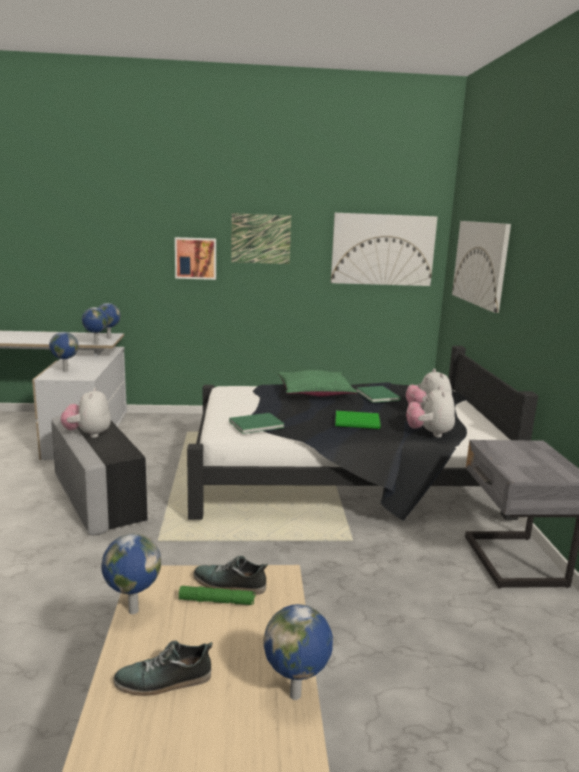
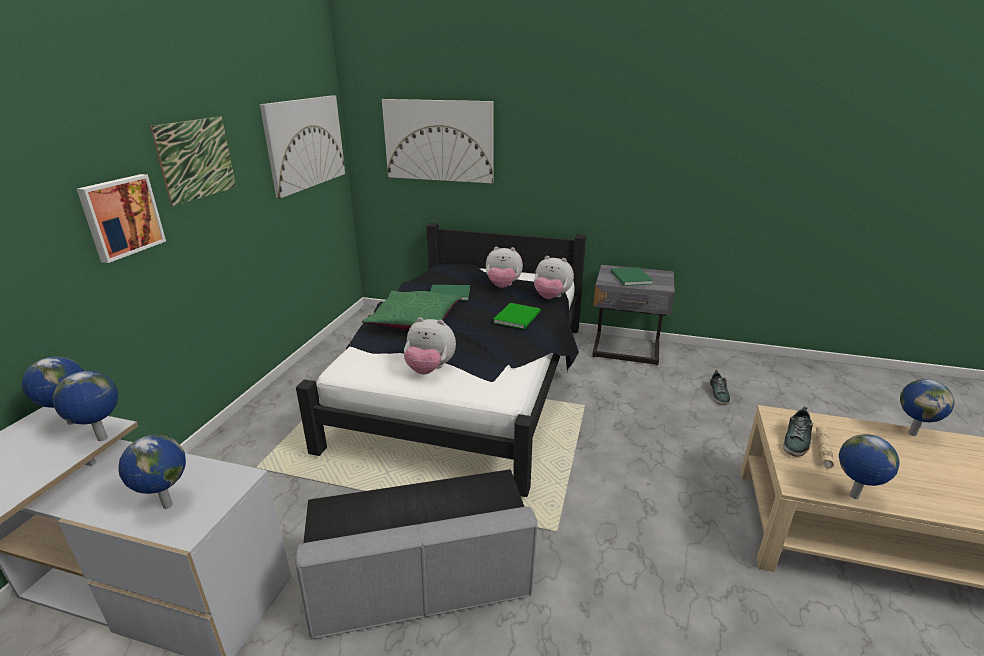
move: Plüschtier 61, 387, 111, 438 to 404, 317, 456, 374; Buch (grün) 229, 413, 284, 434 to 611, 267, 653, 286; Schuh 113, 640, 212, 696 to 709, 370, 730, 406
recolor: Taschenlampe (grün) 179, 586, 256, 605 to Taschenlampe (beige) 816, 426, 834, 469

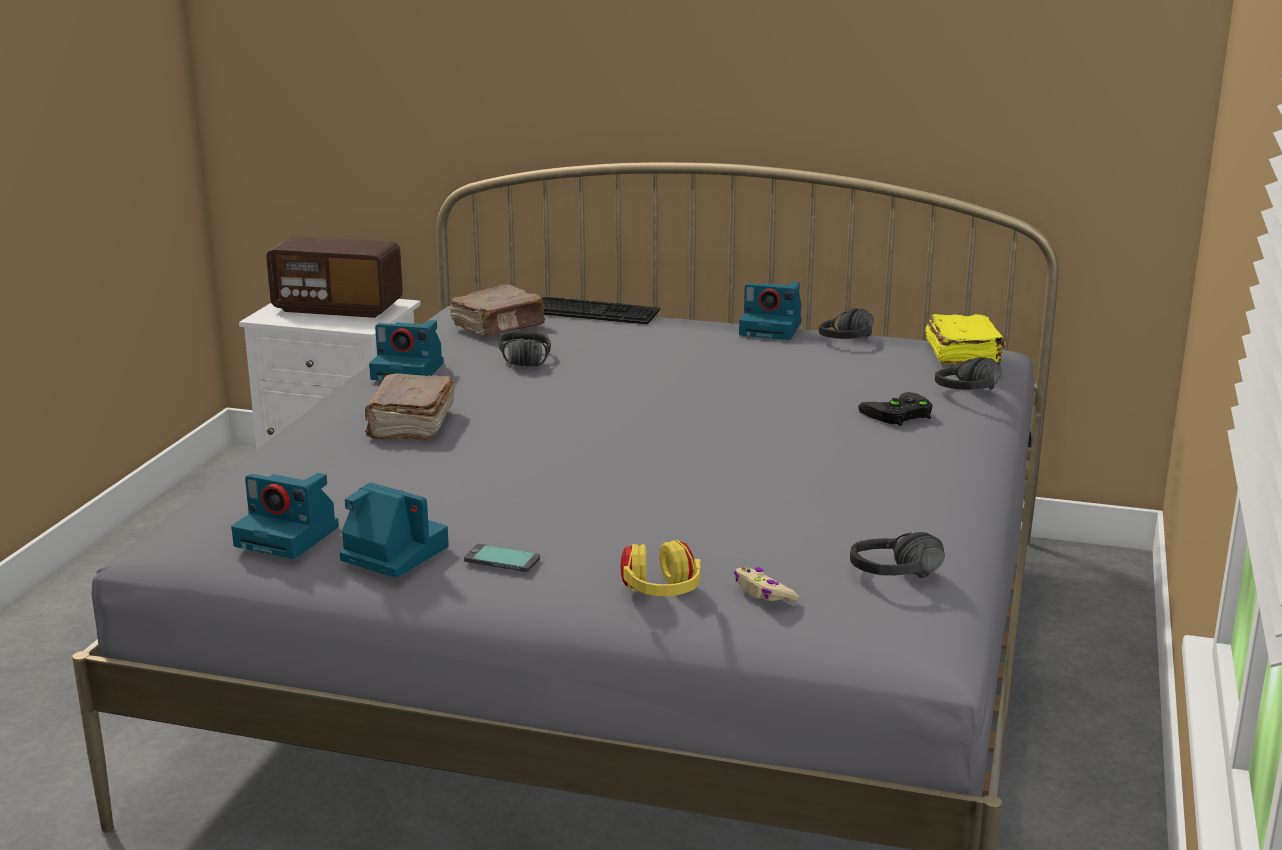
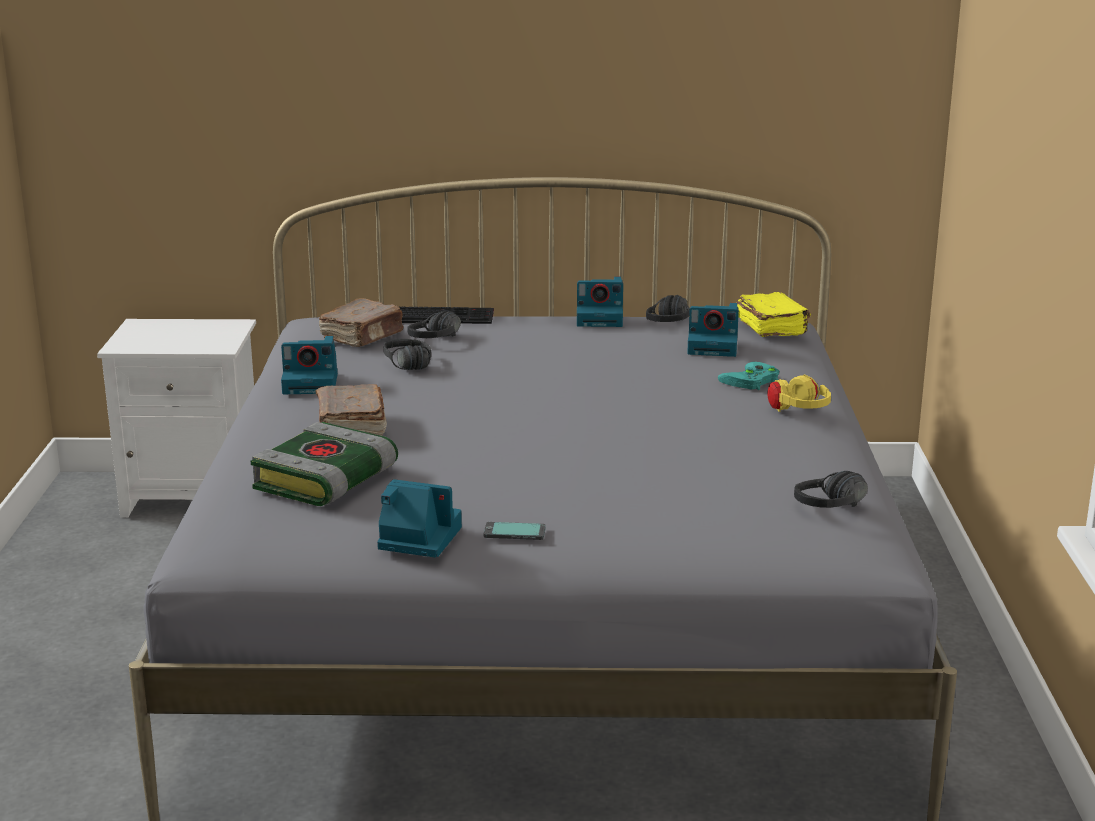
delete: Radio 266, 236, 403, 318; Gamepad (beige) 734, 567, 799, 602
insert: Buch 251, 422, 398, 506
move: Kopfhörer (schwarz) 935, 357, 1002, 390 to 408, 311, 461, 338; Kamera 231, 473, 339, 559 to 687, 303, 739, 357; Kopfhörer (gelb) 621, 540, 701, 596 to 767, 374, 831, 412
recolor: Gamepad (schwarz) 858, 392, 933, 426 to Gamepad (türkis) 718, 362, 779, 390

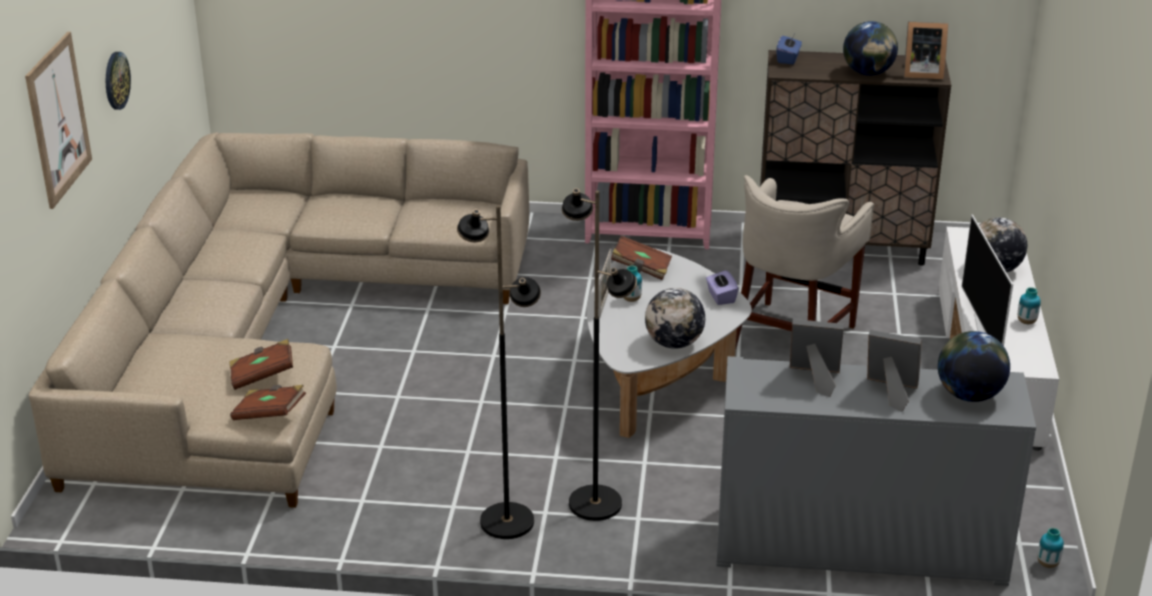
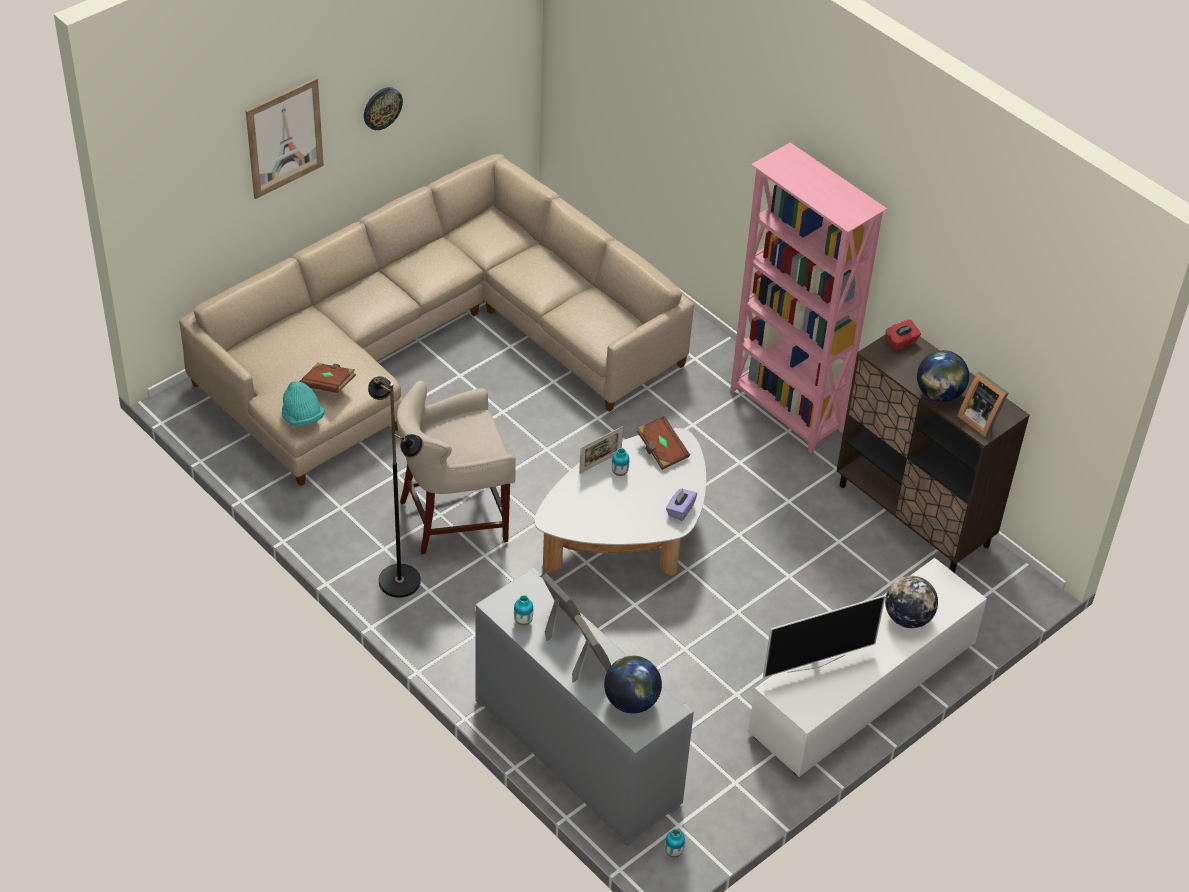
delete: Stehlampe (schwarz) 562, 188, 637, 521; Globus 645, 288, 705, 349
move: Hocker (beige) 736, 175, 874, 348 to 397, 381, 516, 555; Vase 1018, 287, 1041, 324 to 514, 595, 533, 626
replace: Buch (braun) 230, 385, 306, 420 to Hut (türkis) 282, 381, 325, 426
recolor: Taschentuchbox (blau) 776, 34, 802, 64 to Taschentuchbox (rot) 885, 320, 921, 350
rotate: Fernseher 961, 214, 1013, 346 = 763, 595, 886, 678 150 degrees counterclockwise

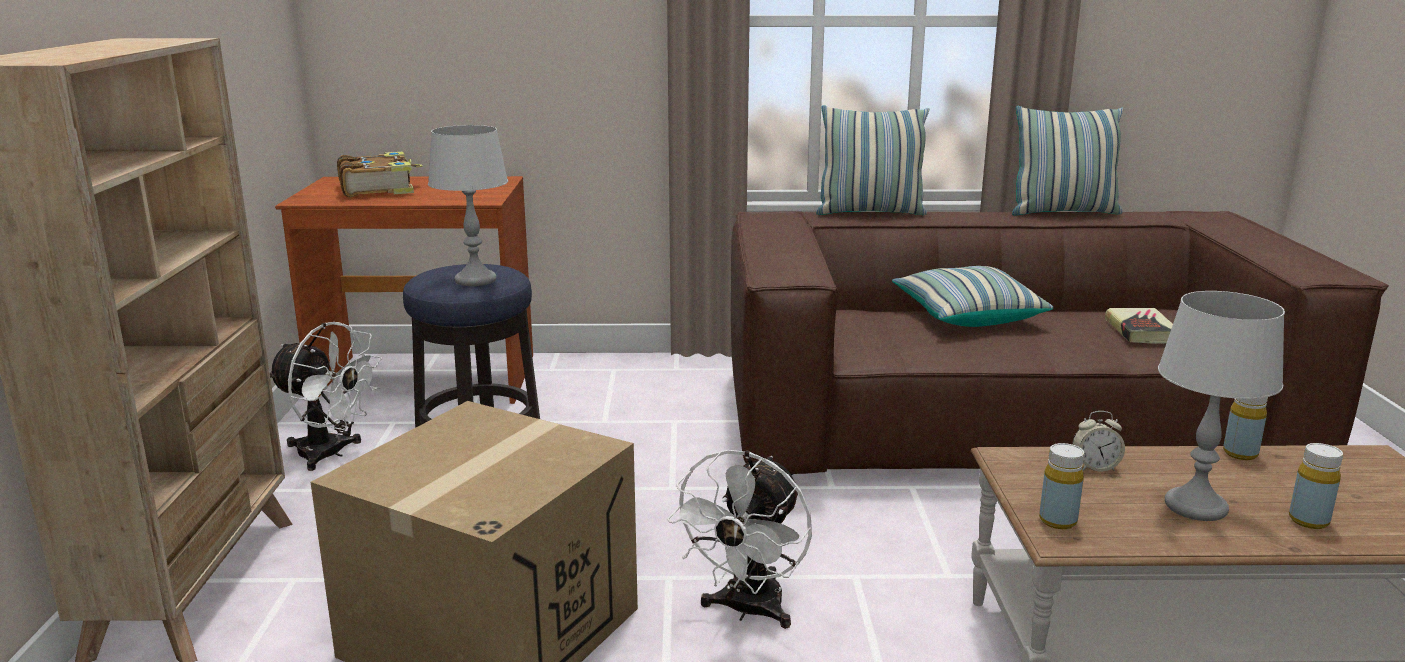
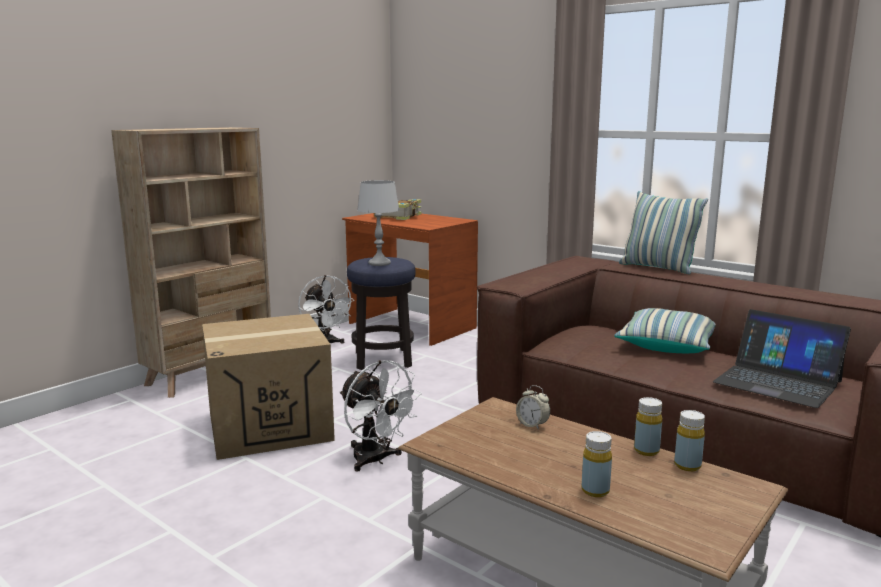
delete: Kissen 1012, 106, 1123, 216; Tischlampe (grau) 1158, 291, 1285, 521
move: Flasche (gelb) 1039, 443, 1084, 529 to 674, 410, 705, 471
replace: Buch 1105, 308, 1173, 344 to Laptop 713, 309, 851, 408
rotate: Ventilator (weiß) 667, 450, 812, 629 = 340, 360, 422, 472 105 degrees counterclockwise

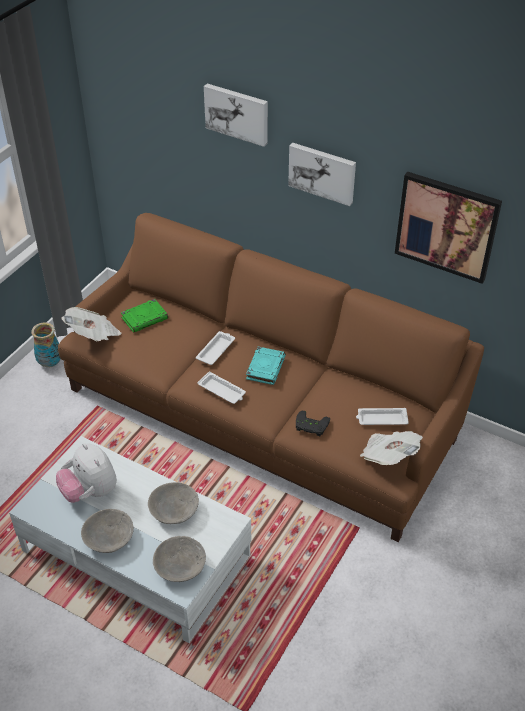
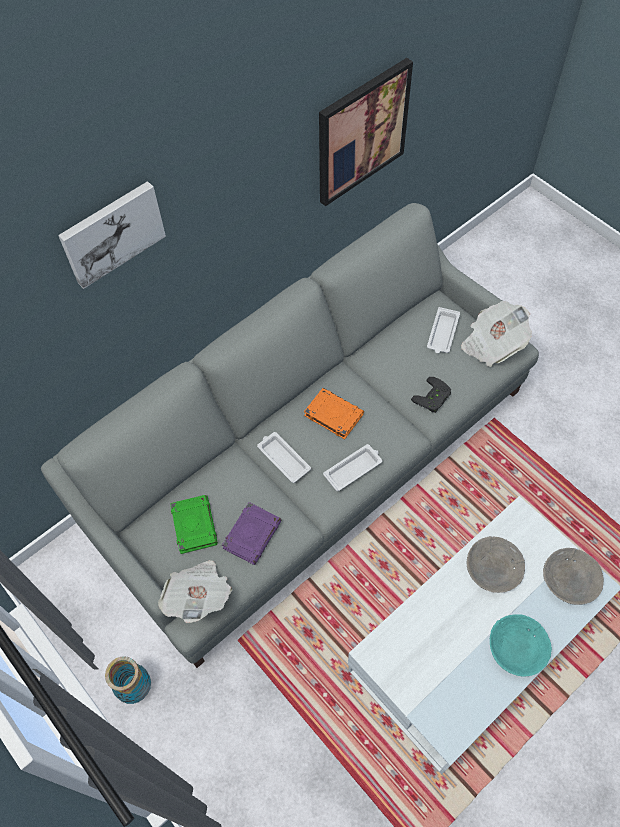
delete: Plüschtier 56, 443, 117, 503; Bild 288, 143, 356, 206
insert: Buch (lila) 222, 502, 282, 565
recolor: Sofa (braun) 58, 213, 484, 542 to Sofa (grau) 41, 203, 539, 668; Buch (türkis) 246, 347, 286, 385 to Buch (orange) 304, 388, 364, 439; Schüssel (grau) 81, 509, 134, 553 to Schüssel (türkis) 490, 614, 552, 677

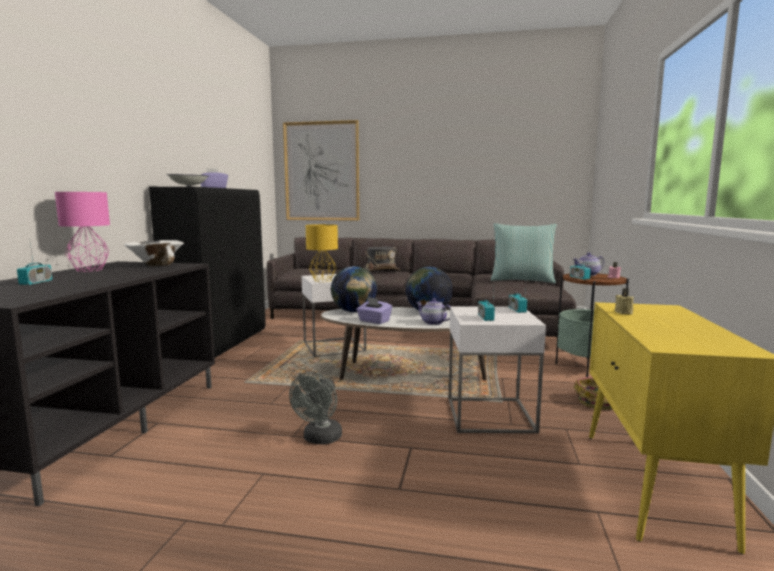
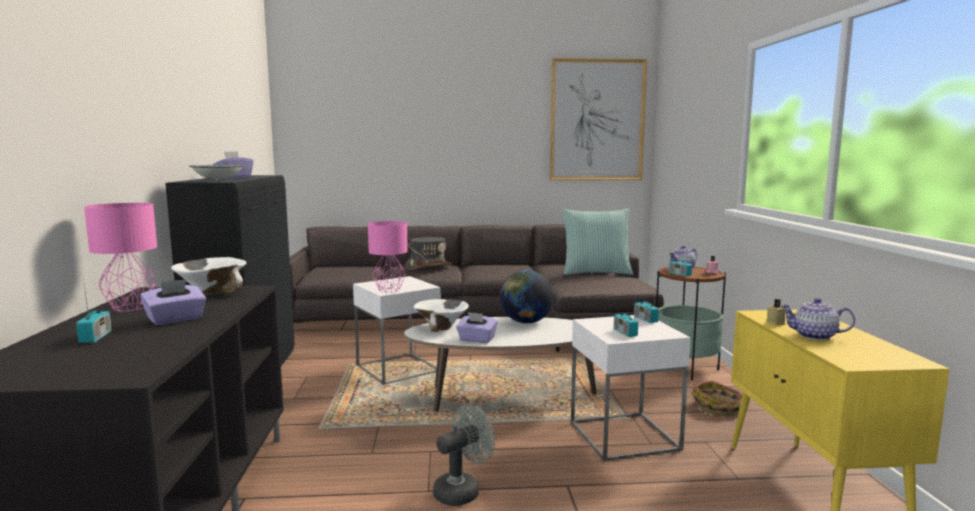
insert: Taschentuchbox (lila) 140, 279, 206, 325
move: Bild 283, 120, 359, 221 to 550, 58, 647, 180; Teekanne 416, 298, 450, 325 to 780, 298, 855, 340
replace: Globus 331, 266, 377, 312 to Schüssel (weiß) 413, 299, 469, 332
recolor: Tischlampe (gelb) 306, 224, 338, 282 to Tischlampe (rosa) 368, 221, 408, 293
rotate: Ventilator (grau) 289, 372, 342, 444 = 433, 404, 495, 506 135 degrees counterclockwise

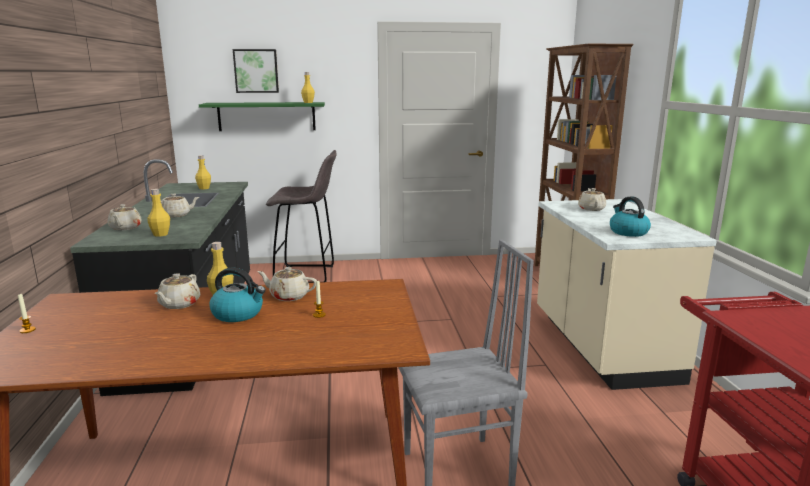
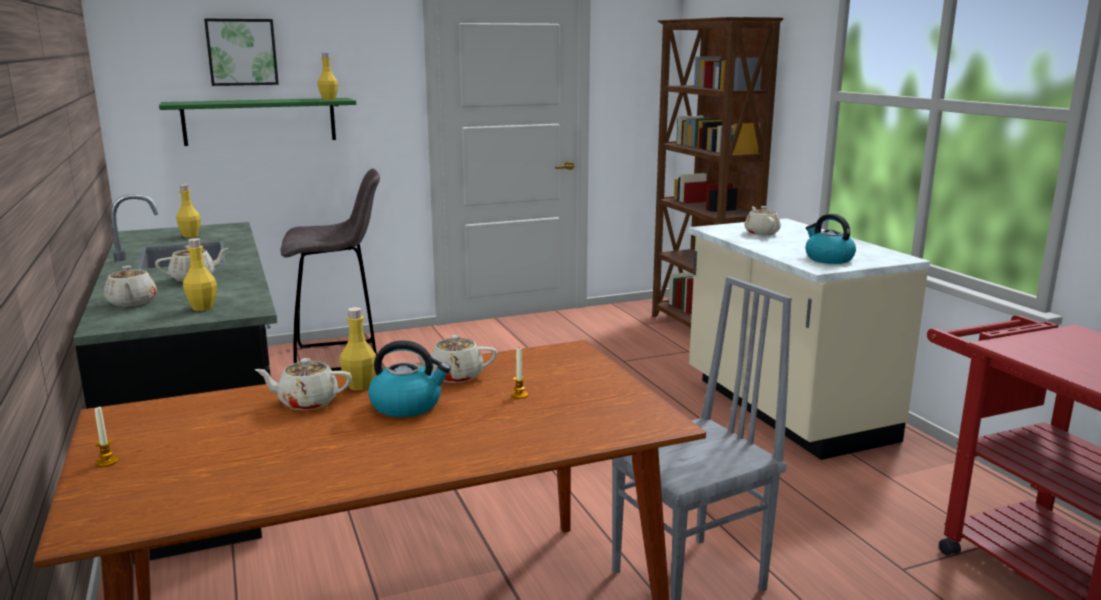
rotate: Teekanne (beige) 155, 273, 200, 309 = 254, 358, 352, 410 90 degrees clockwise

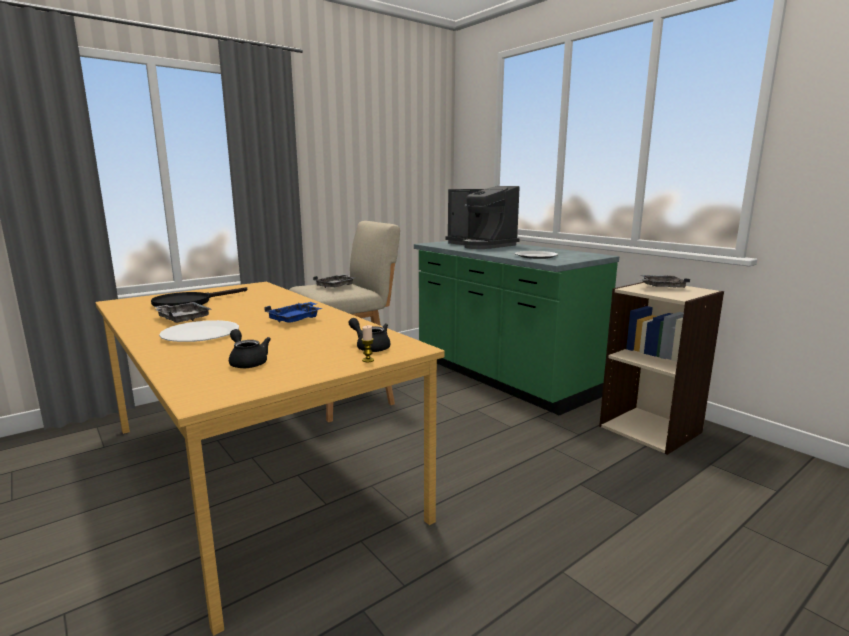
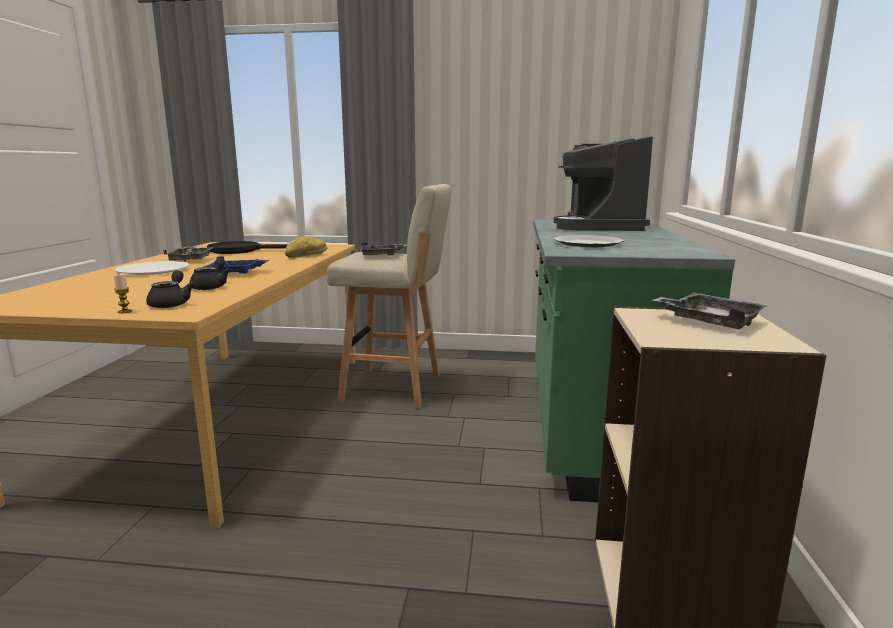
insert: Brot 285, 236, 327, 258
move: Teekanne (schwarz) 229, 329, 271, 368 to 189, 258, 231, 290

